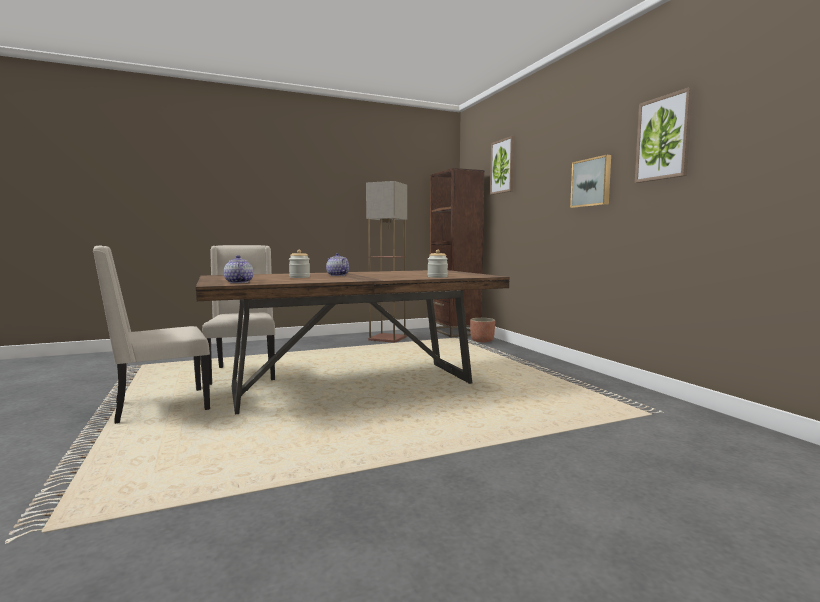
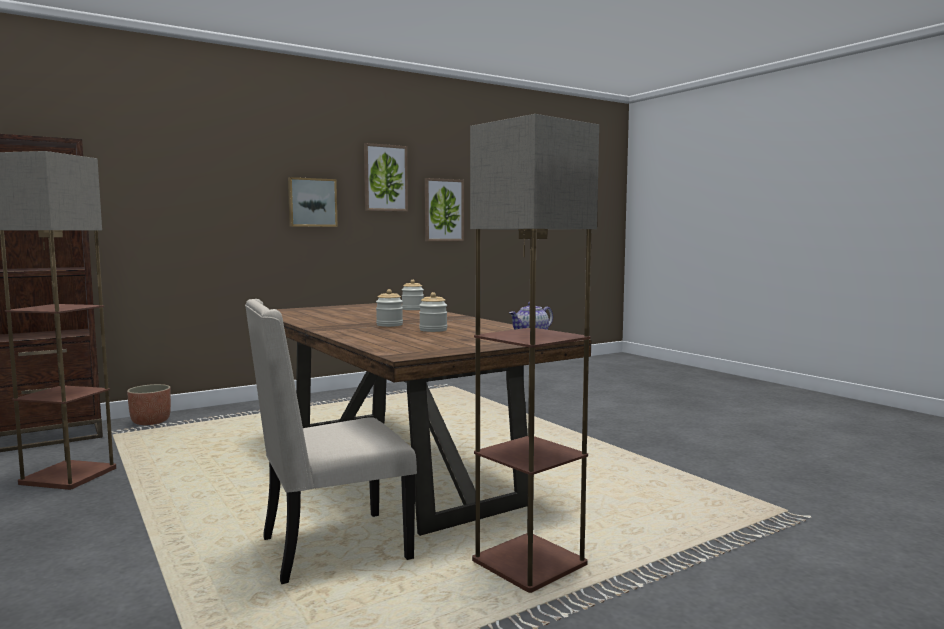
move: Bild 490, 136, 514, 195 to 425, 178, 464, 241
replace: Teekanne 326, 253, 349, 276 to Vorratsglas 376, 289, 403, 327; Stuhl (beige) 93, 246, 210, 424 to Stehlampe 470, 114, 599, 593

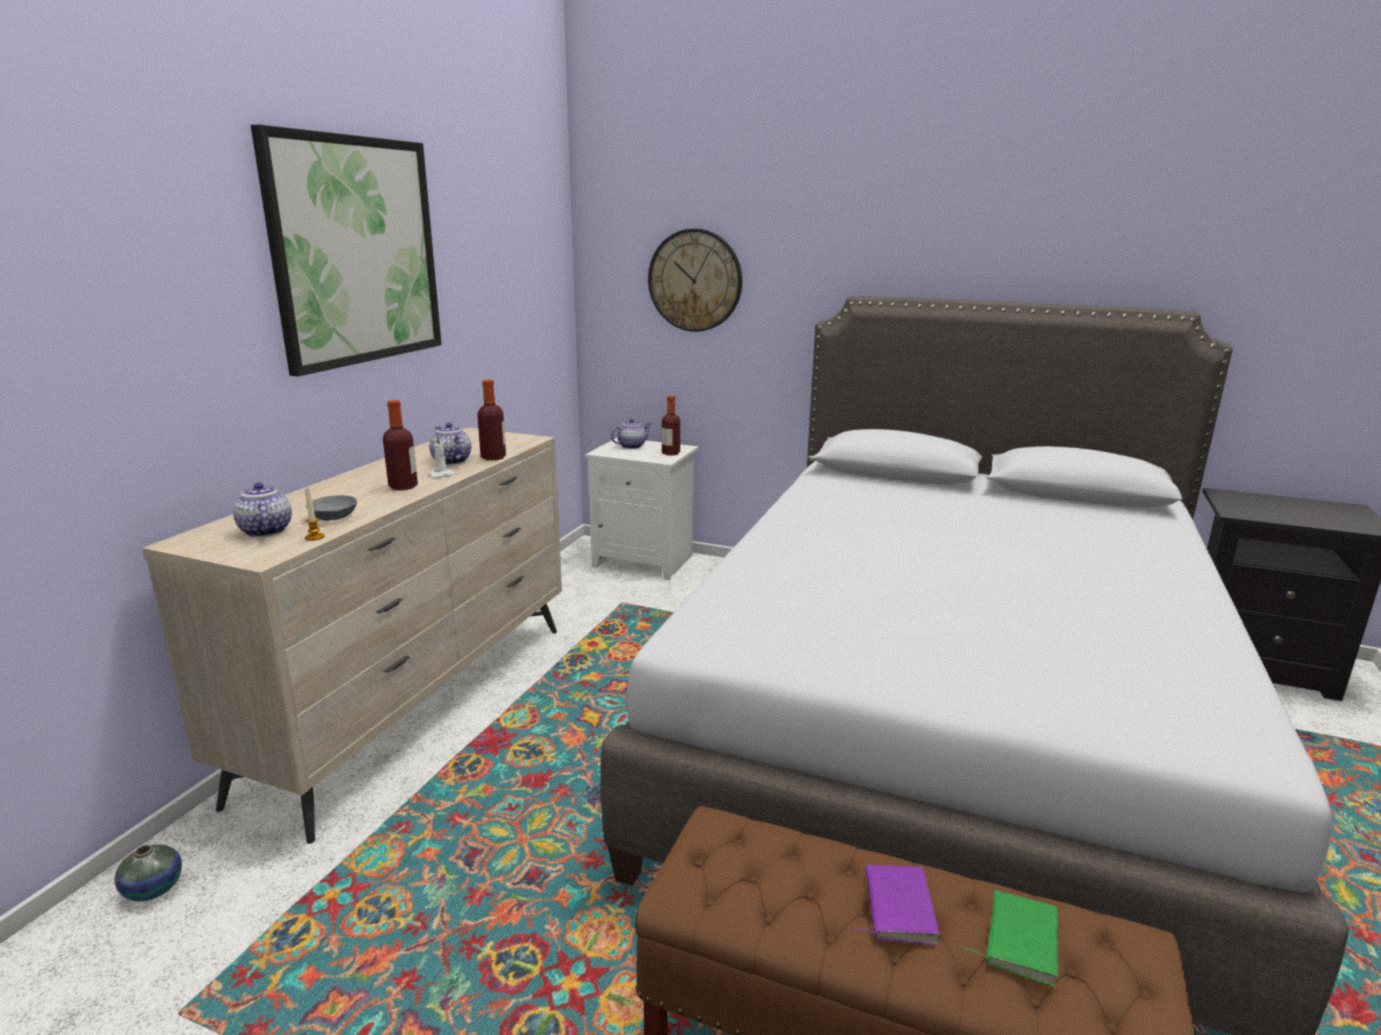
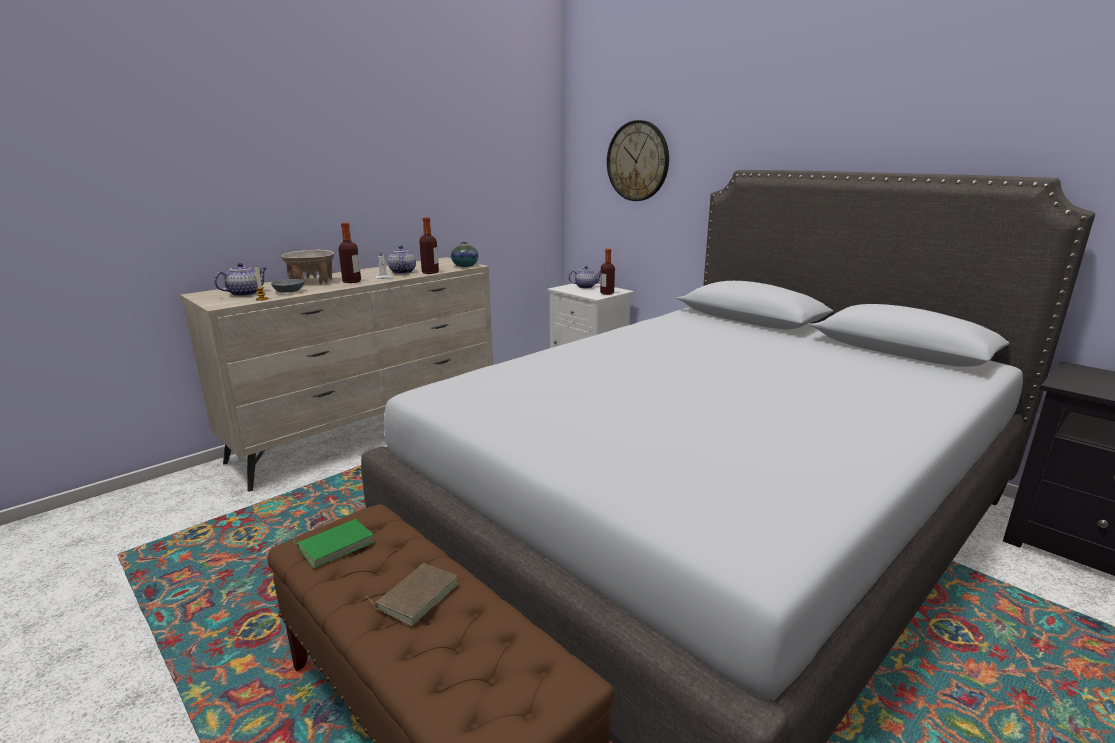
delete: Bild 251, 125, 442, 376
insert: Schüssel (beige) 281, 250, 334, 285
move: Buch (grün) 964, 890, 1058, 987 to 293, 519, 374, 568; Vase 115, 844, 182, 902 to 451, 242, 478, 267
recolor: Buch (lila) 854, 865, 940, 945 to Buch (braun) 365, 563, 459, 626
rotate: Teekanne 233, 482, 292, 537 = 214, 263, 267, 296 45 degrees clockwise

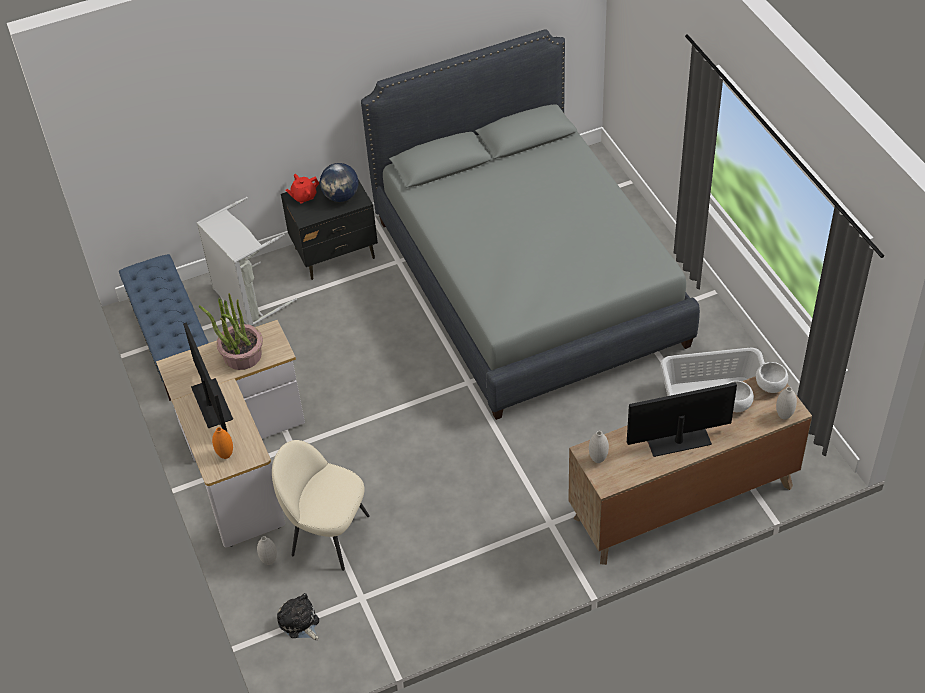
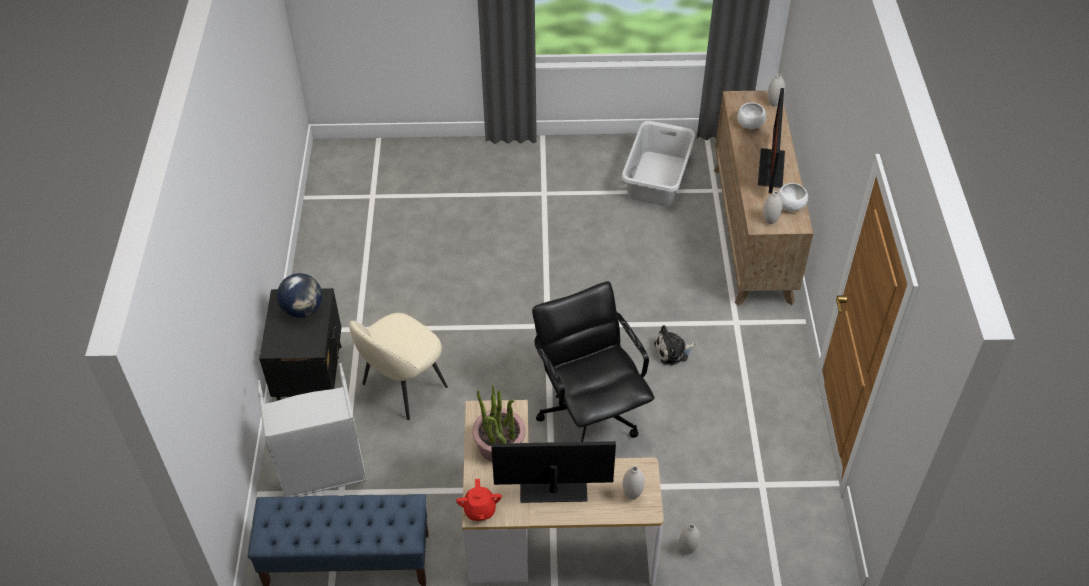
delete: Bett (grau) 361, 29, 700, 420
insert: Bürostuhl (schwarz) 532, 281, 655, 442
move: Stuhl (beige) 272, 440, 370, 571 to 349, 313, 448, 420; Teekanne (rot) 285, 174, 320, 204 to 456, 479, 502, 521; Plüschtier 277, 593, 319, 640 to 654, 325, 696, 366; Schüssel (weiß) 756, 362, 788, 393 to 778, 183, 808, 211
recolor: Vase (orange) 212, 427, 233, 459 to Vase (weiß) 623, 466, 645, 499

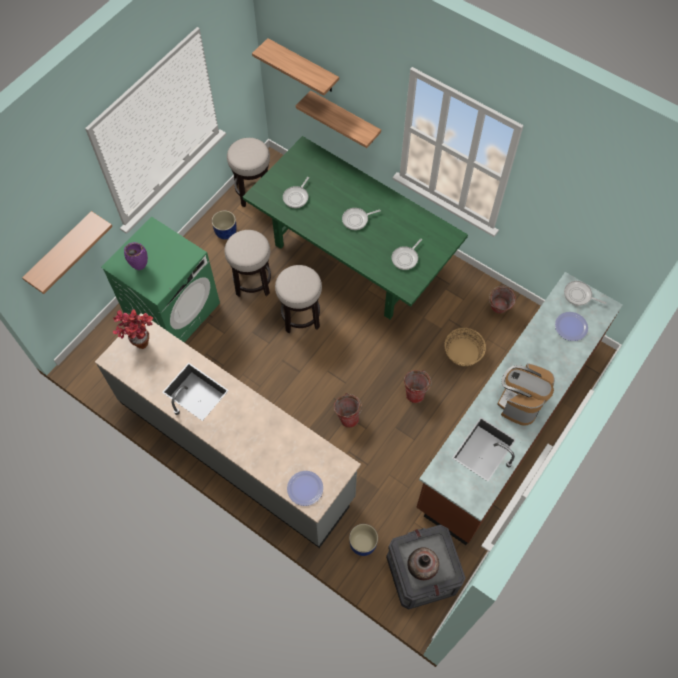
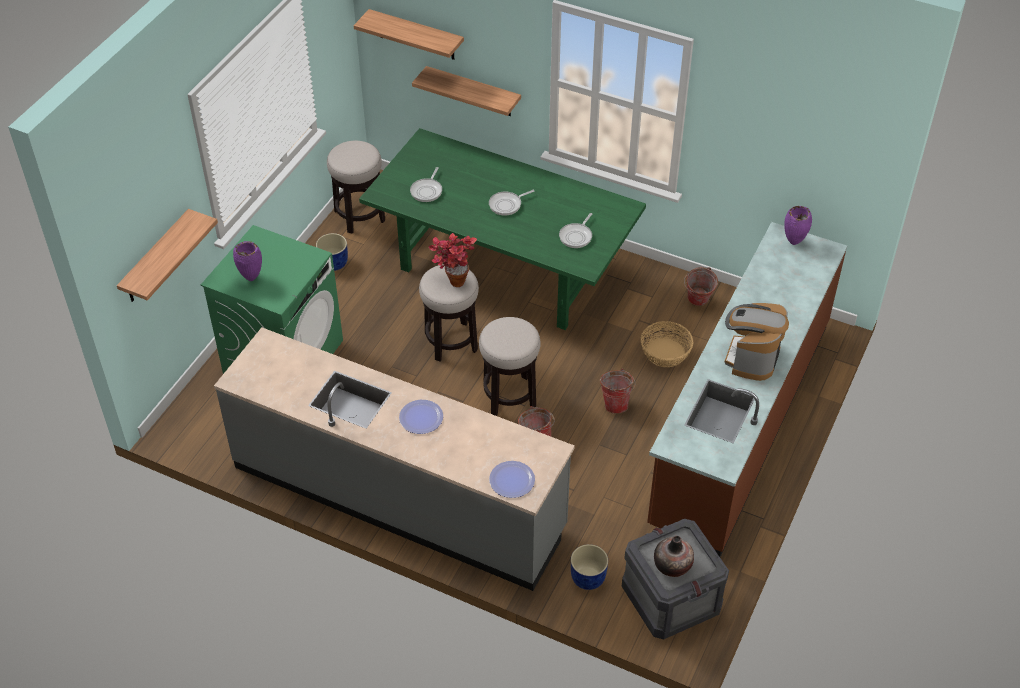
move: Teller 555, 312, 588, 341 to 399, 400, 443, 434; Topfpflanze 113, 309, 153, 349 to 428, 233, 477, 287; Hocker 224, 230, 271, 297 to 479, 317, 540, 416
replace: Pfanne 564, 281, 607, 306 to Vase (lila) 784, 206, 812, 245

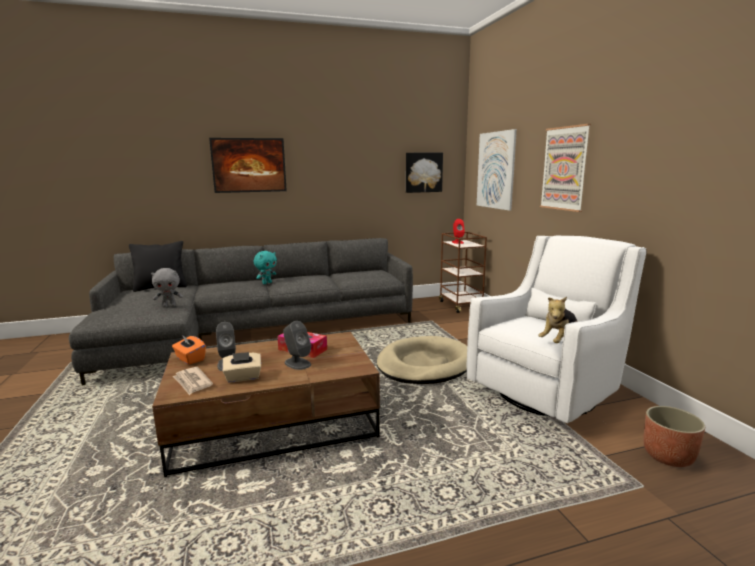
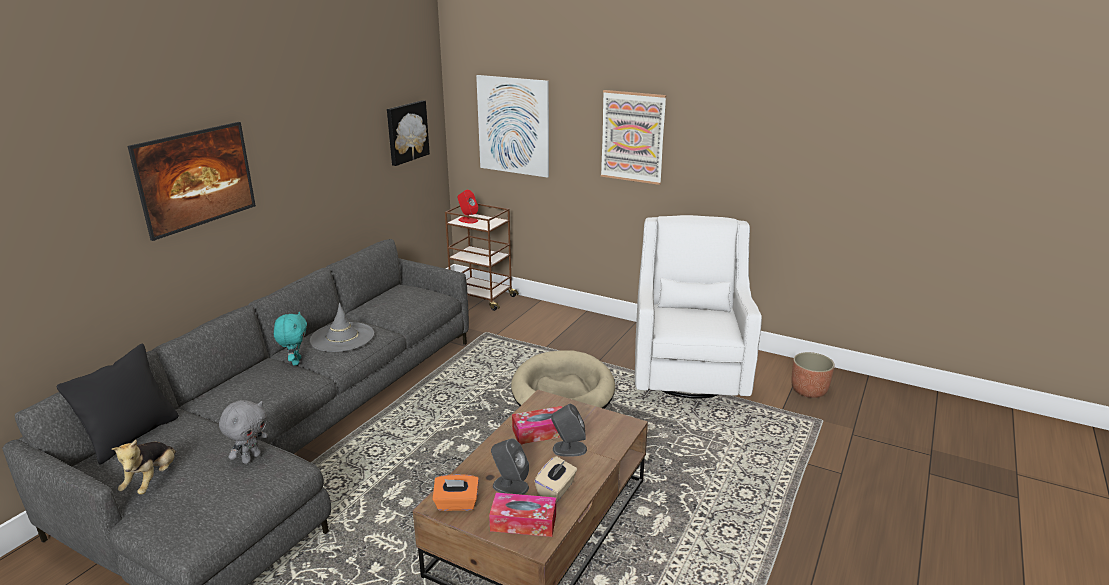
insert: Hut (grau) 309, 303, 374, 352
move: Plüschtier 538, 297, 578, 343 to 112, 440, 176, 495
replace: Zeitung 172, 367, 213, 395 to Taschentuchbox 489, 492, 556, 537

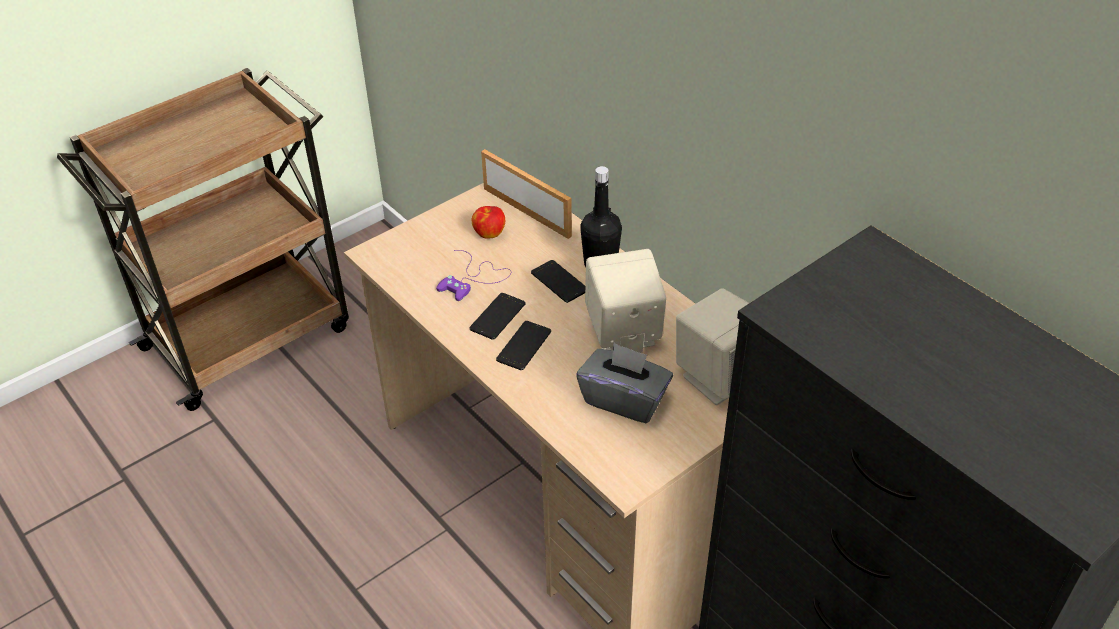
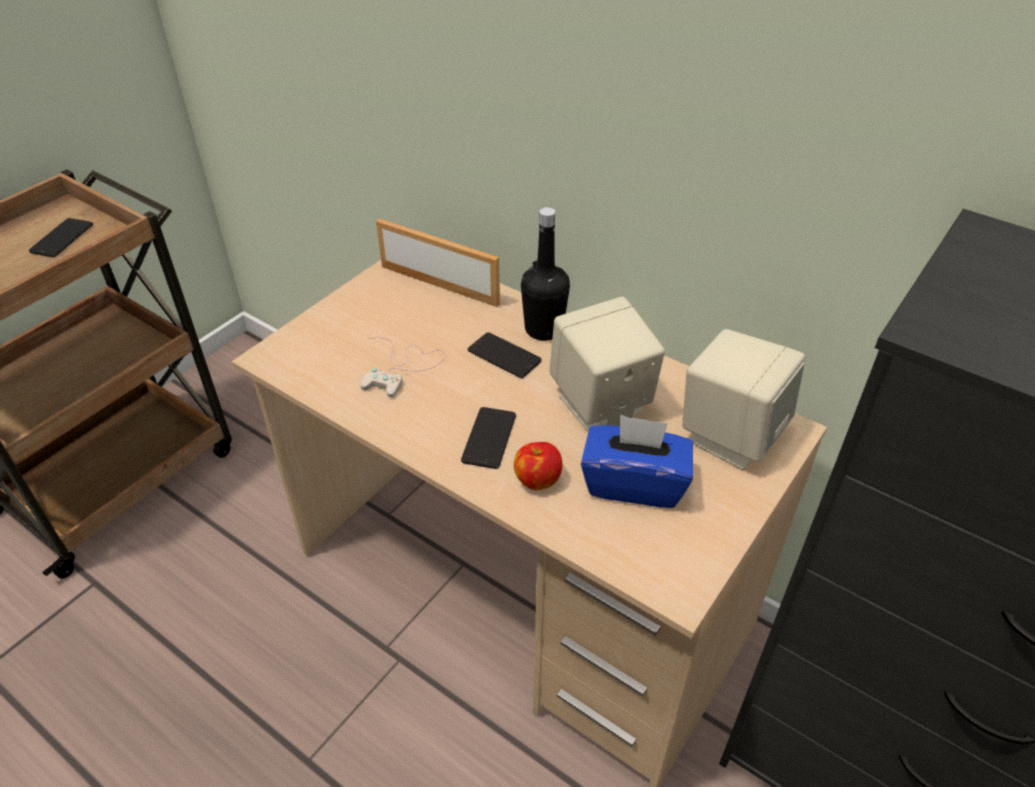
move: Handy 470, 293, 526, 340 to 29, 218, 93, 257; Apfel 472, 206, 505, 239 to 514, 442, 562, 490
recolor: Gamepad (lila) 436, 250, 511, 301 to Gamepad (weiß) 360, 337, 446, 397; Taschentuchbox (grau) 576, 343, 673, 423 to Taschentuchbox (blau) 581, 414, 693, 508

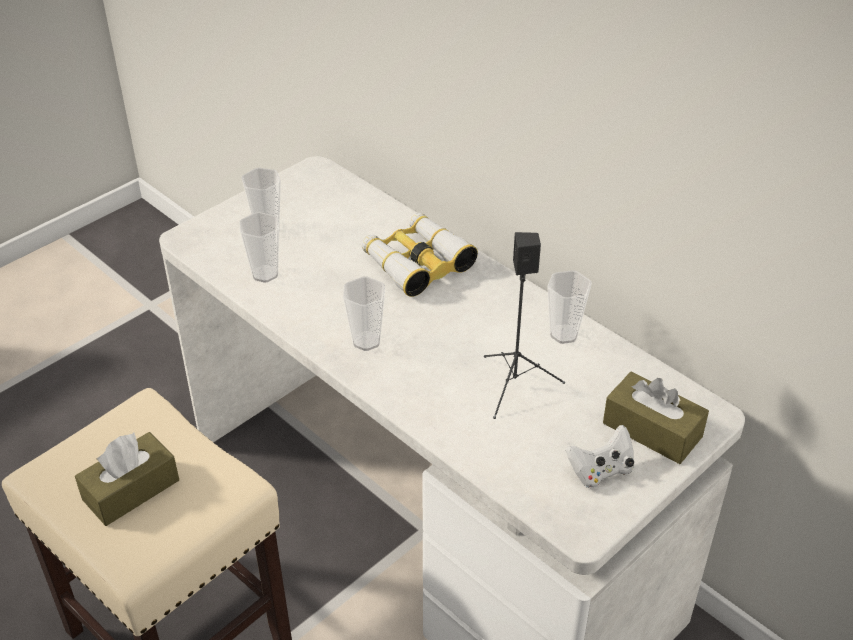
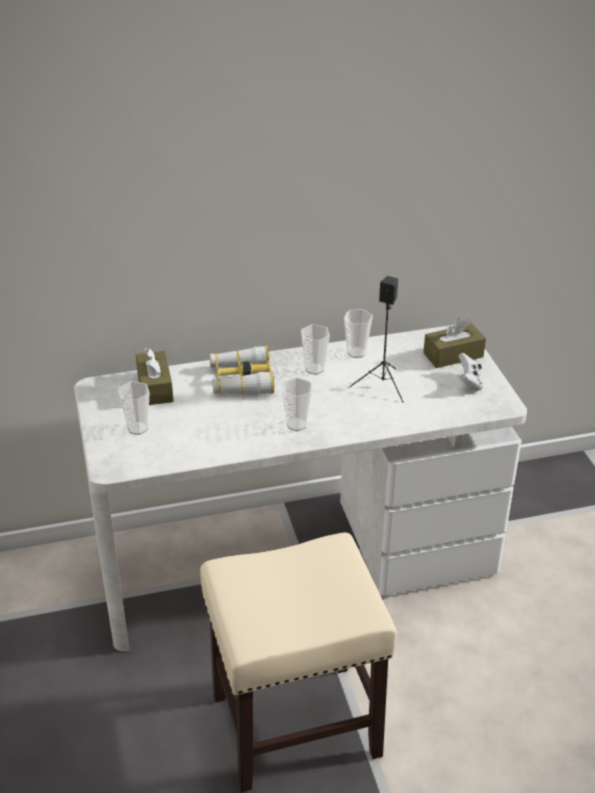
move: Taschentuchbox (braun) 75, 432, 179, 526 to 136, 348, 174, 405; Tasse 239, 212, 279, 283 to 301, 324, 330, 375

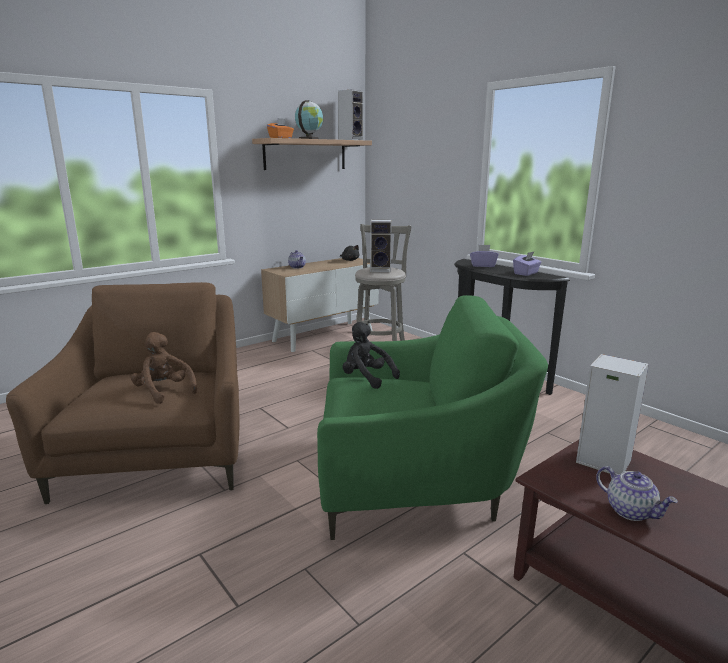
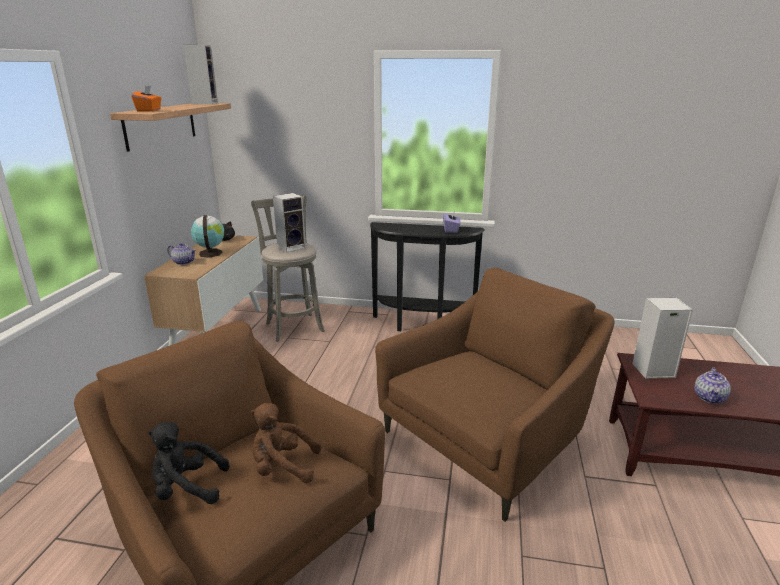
delete: Taschentuchbox (lila) 470, 245, 499, 267
move: Plüschtier (schwarz) 343, 322, 400, 389 to 148, 422, 230, 504; Globus 295, 100, 323, 139 to 191, 215, 224, 258
recolor: Sessel (grün) 317, 295, 548, 540 to Sessel (braun) 375, 268, 614, 522
rotate: Teekanne 596, 466, 678, 521 = 694, 367, 731, 404 105 degrees clockwise

